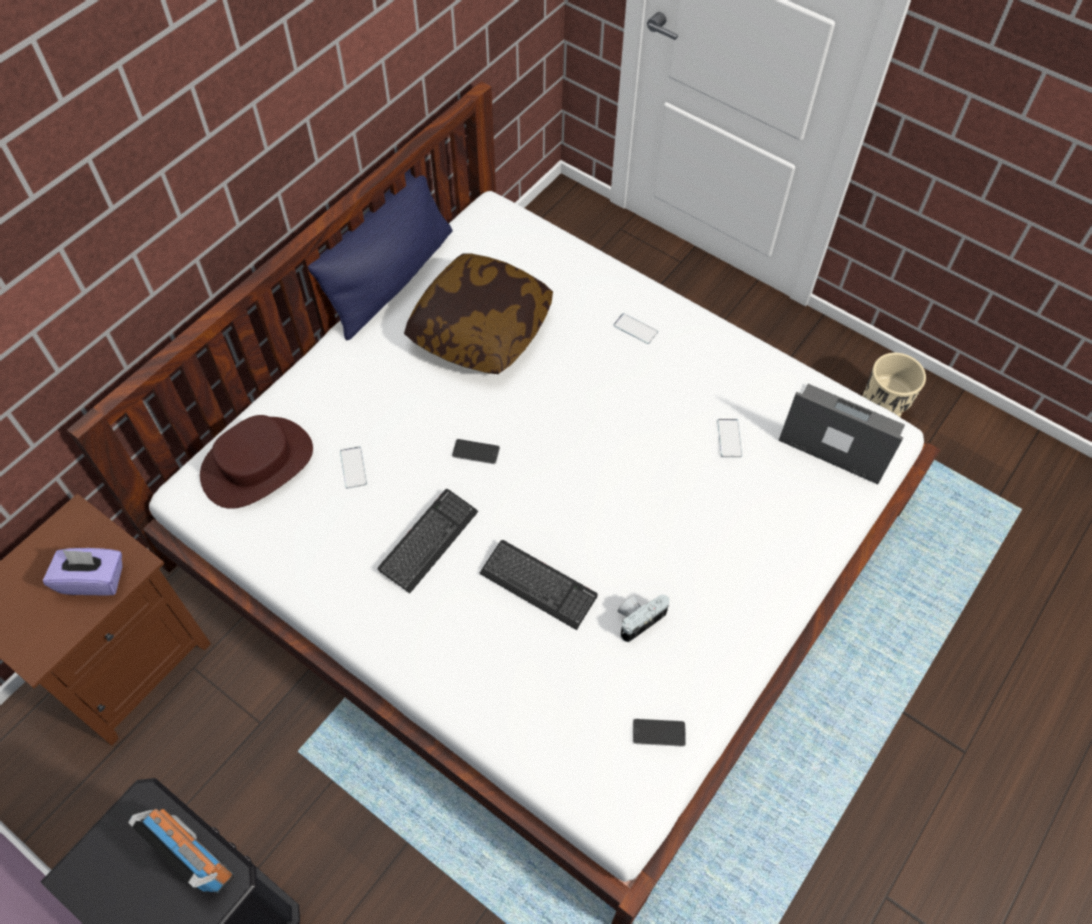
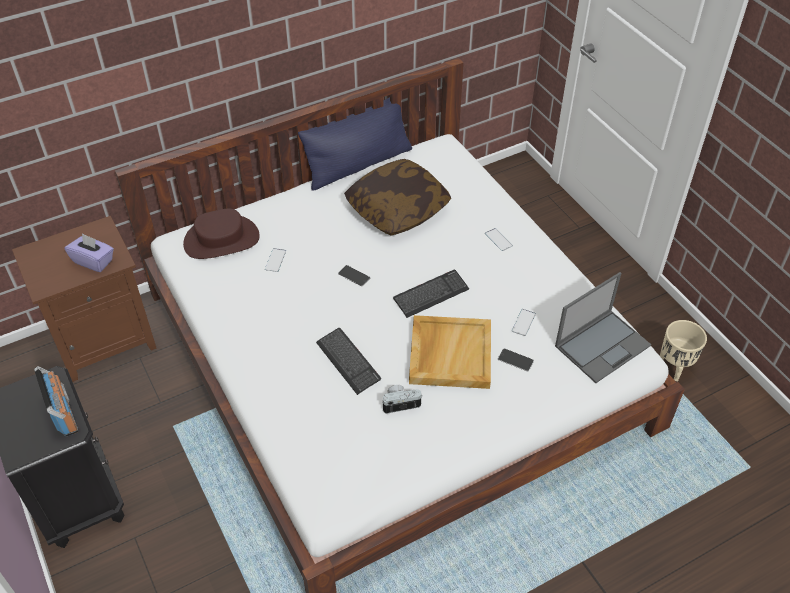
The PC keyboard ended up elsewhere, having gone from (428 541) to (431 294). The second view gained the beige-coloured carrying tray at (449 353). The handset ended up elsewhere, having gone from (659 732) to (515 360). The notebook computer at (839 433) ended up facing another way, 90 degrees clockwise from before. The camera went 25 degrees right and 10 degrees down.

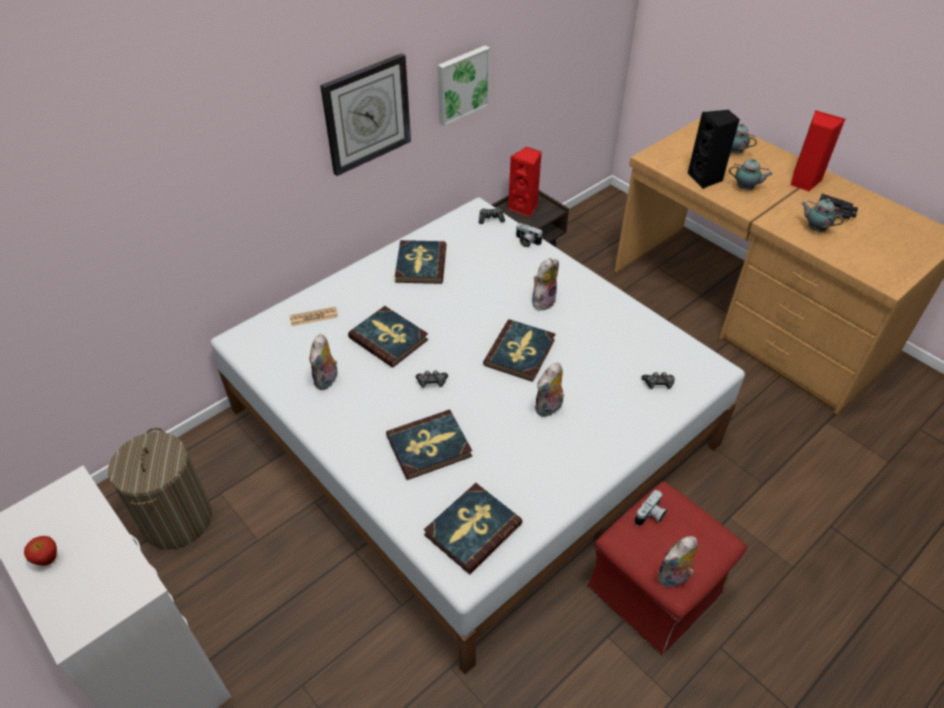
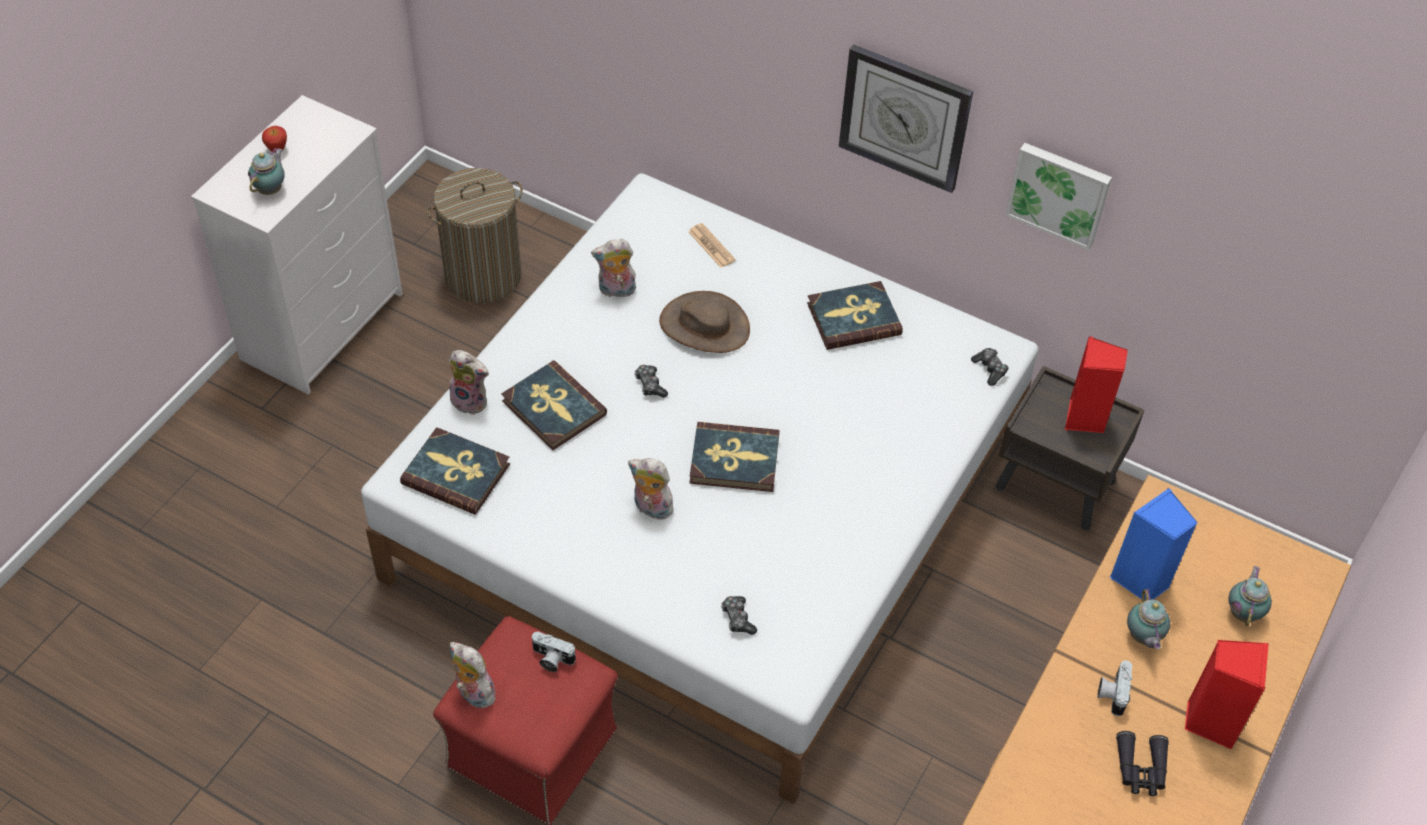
The teapot ended up elsewhere, having gone from (815 229) to (271 189). The soft toy ended up elsewhere, having gone from (543 300) to (471 400). Where the bound book stood at (389 338), the brown clothing hat came to stand at (704 326). The still camera ended up elsewhere, having gone from (526 241) to (1112 693). What was the black-coloured audio speaker at (706 179) turned into the blue-coloured audio speaker at (1141 580). The camera went 70 degrees right and 5 degrees up.

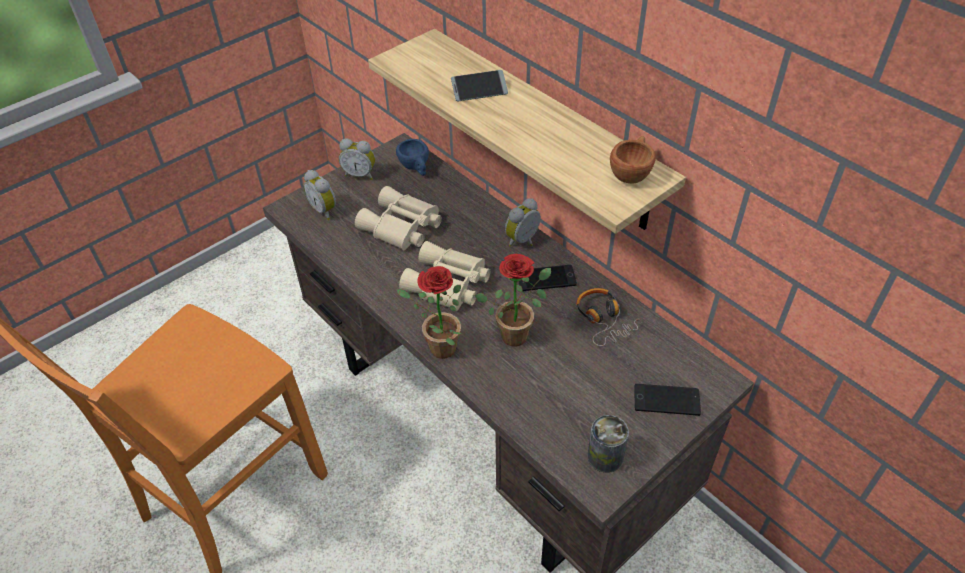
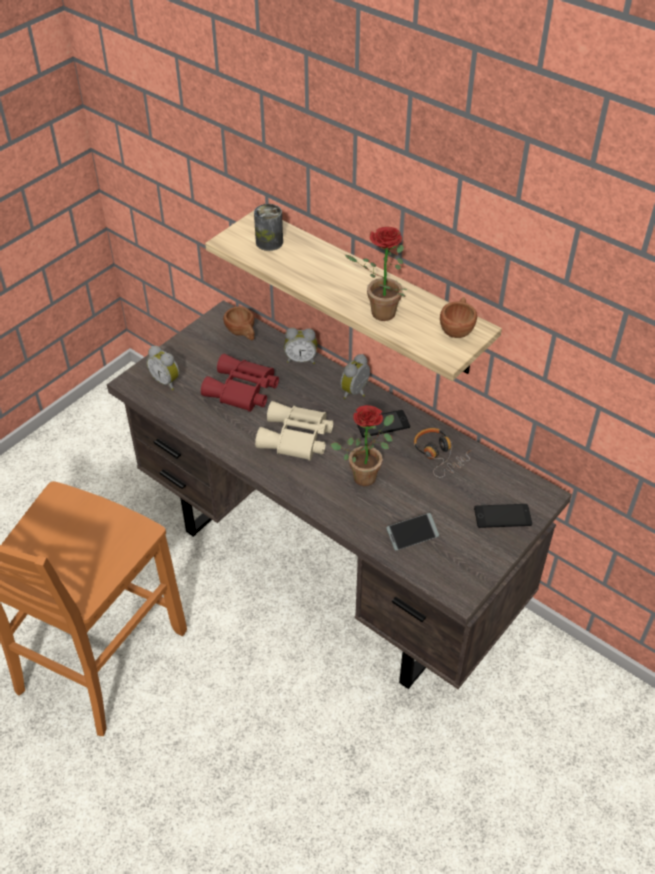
What was the beige-coloured pair of binoculars at (401 227) turned into the red pair of binoculars at (242 391). What was the blue-coloured small cup at (416 168) turned into the brown small cup at (242 333). The metal can ended up elsewhere, having gone from (605 456) to (269 242). The alarm clock ended up elsewhere, having gone from (360 174) to (301 359). The plant in a pot ended up elsewhere, having gone from (437 348) to (378 314). The handset ended up elsewhere, having gone from (479 91) to (412 535). The camera went 10 degrees left and 0 degrees up.

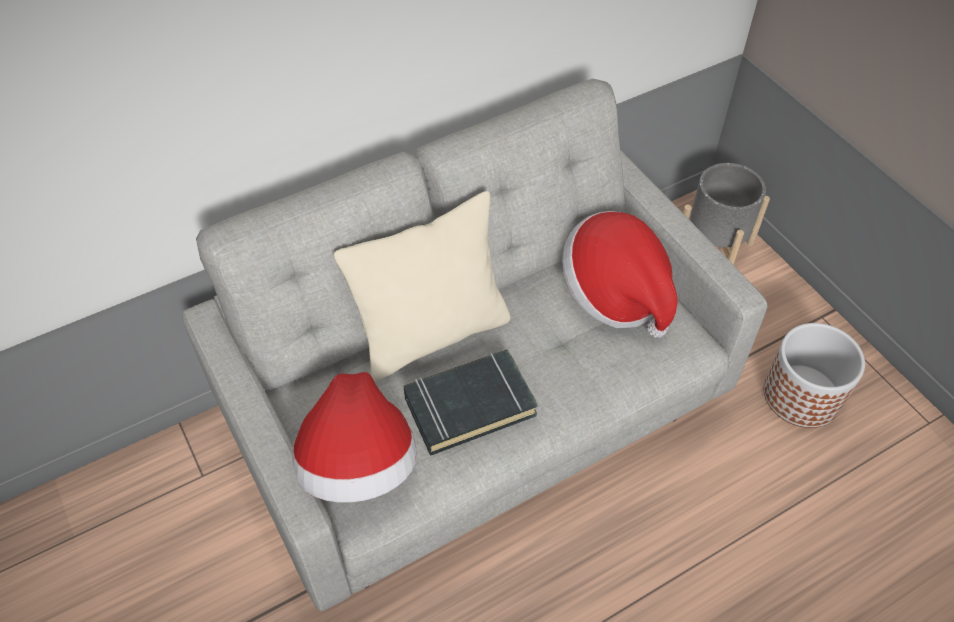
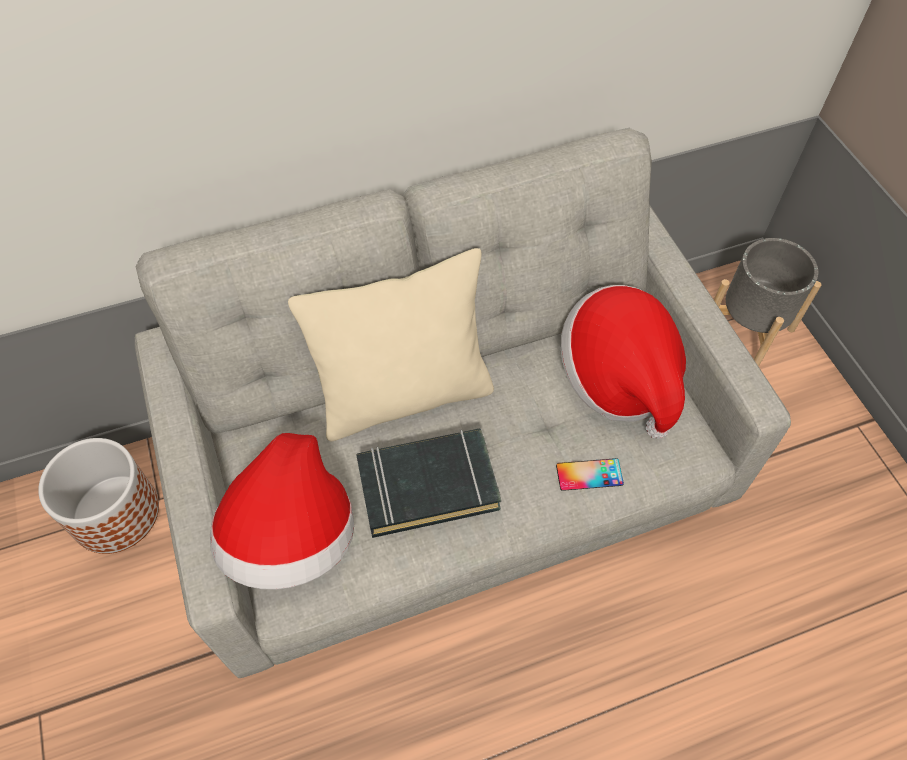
The flower pot ended up elsewhere, having gone from (802 396) to (115 514). The second view gained the handset at (589 474). The camera went 10 degrees right and 5 degrees up.

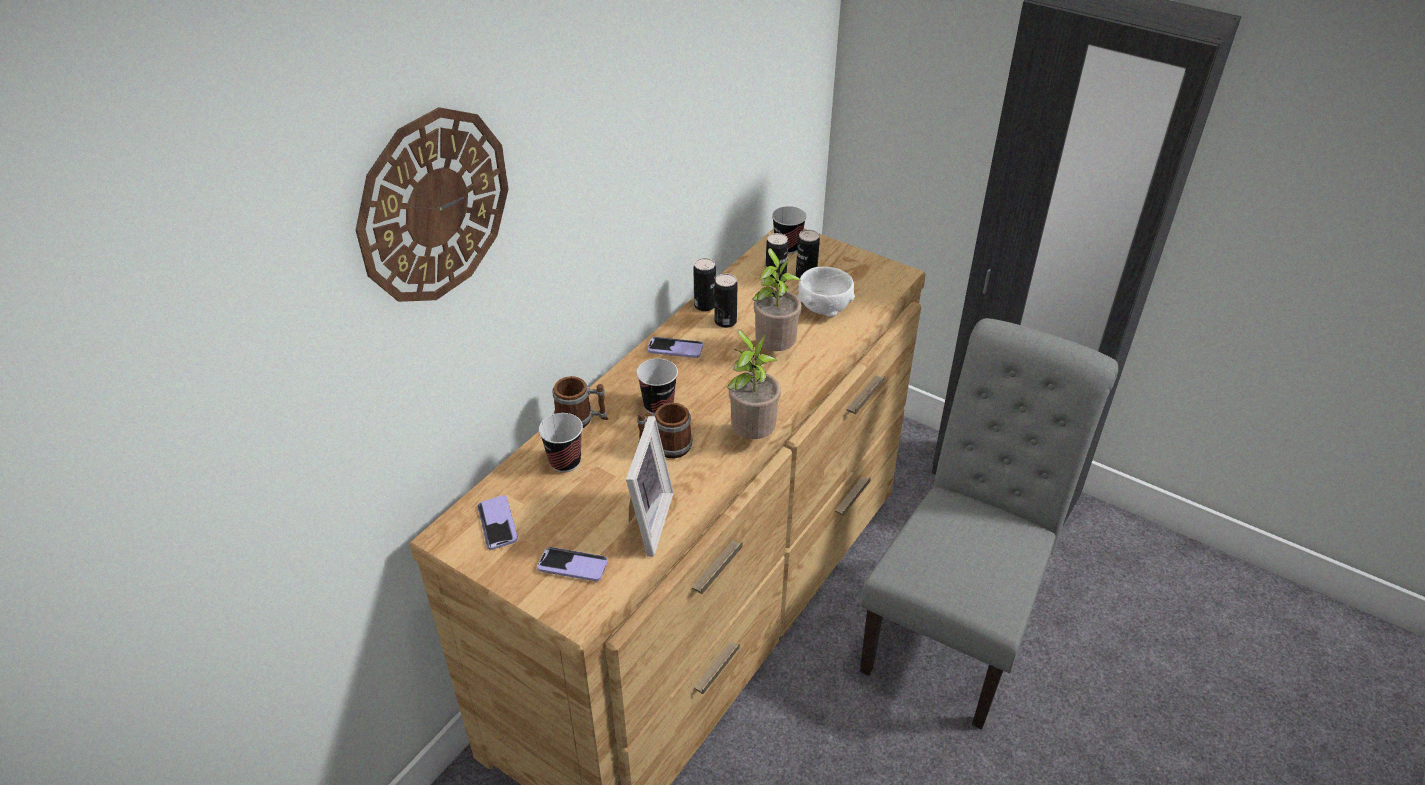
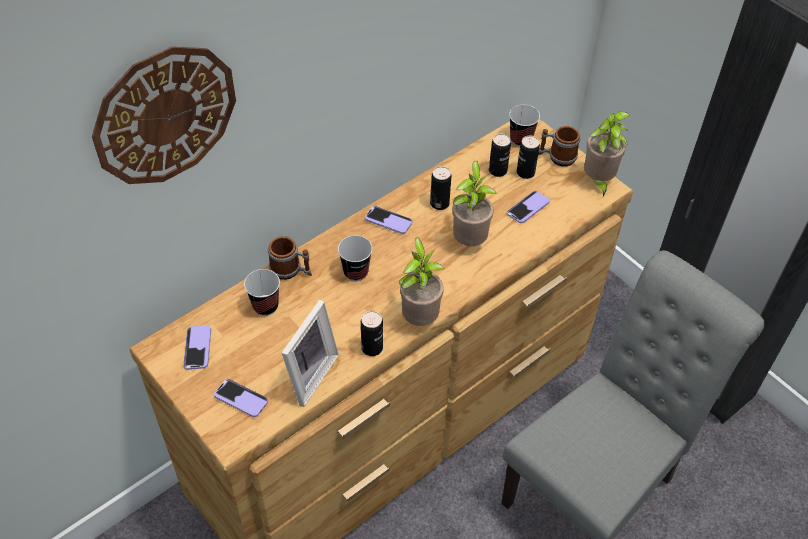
The metal can ended up elsewhere, having gone from (704 305) to (372 348). Where the white-coloured bowl stood at (823 308), the handset came to stand at (528 208). The mug ended up elsewhere, having gone from (665 447) to (557 157). The second view gained the plant in a pot at (598 181). The camera went 15 degrees right and 10 degrees up.

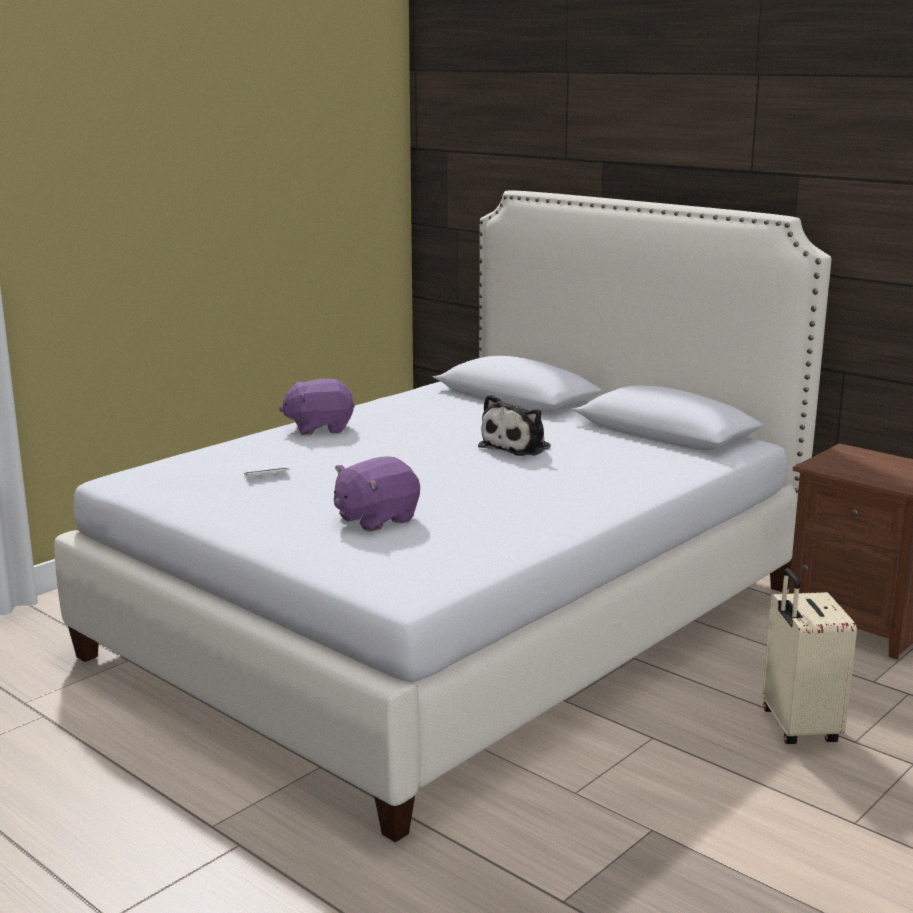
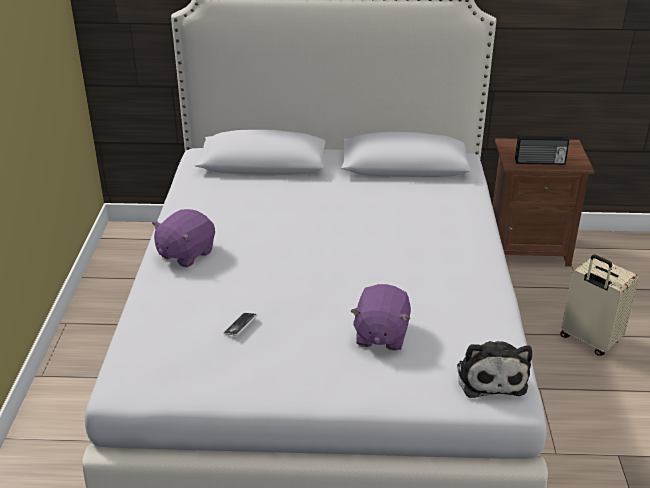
The soft toy ended up elsewhere, having gone from (518 447) to (490 376). The second view gained the radio set at (539 162). The camera went 40 degrees left and 15 degrees up.

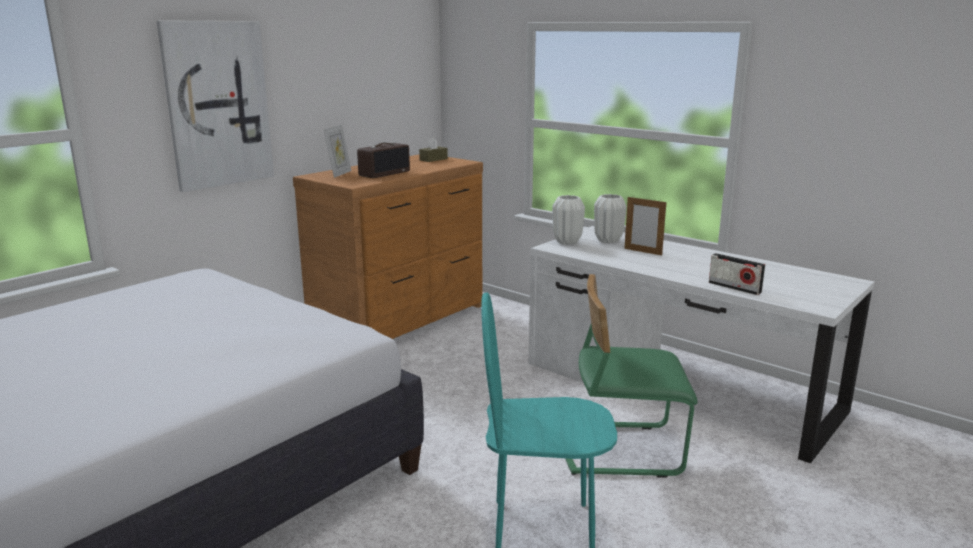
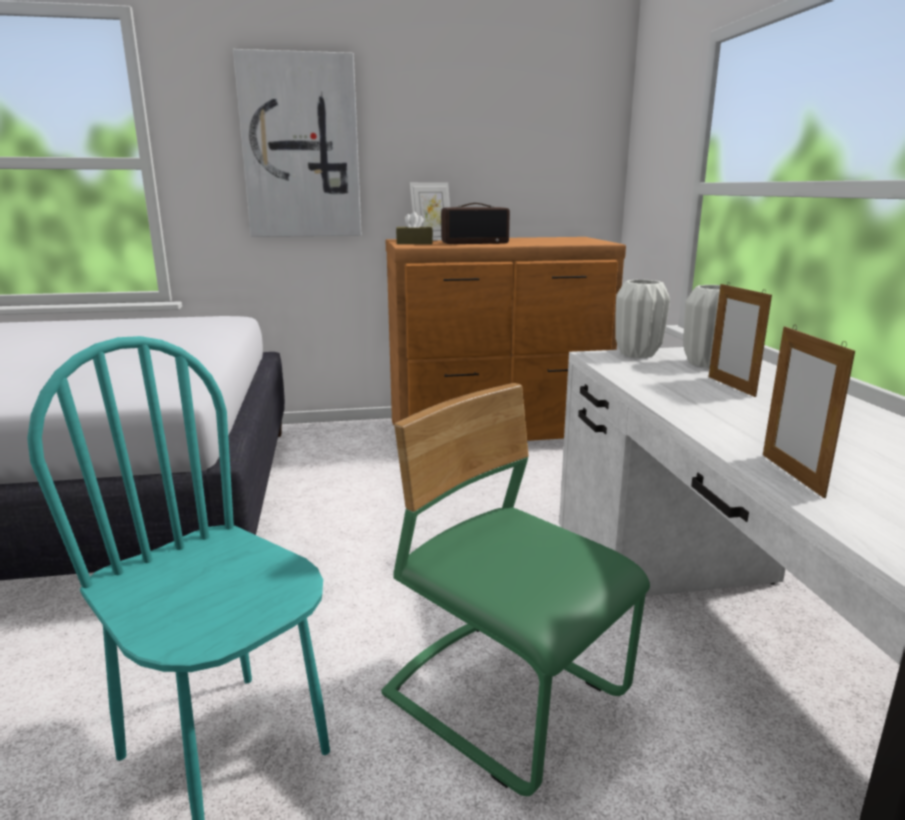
The brown tissue box ended up elsewhere, having gone from (433 159) to (414 243). Where the radio set stood at (734 287), the standing frame came to stand at (792 474). The camera went 40 degrees right and 0 degrees up.

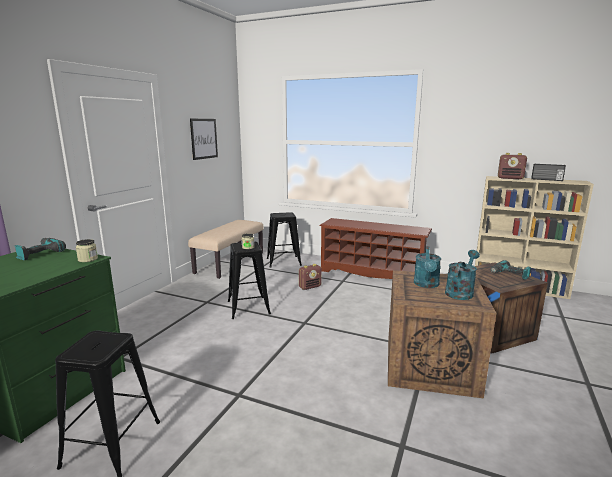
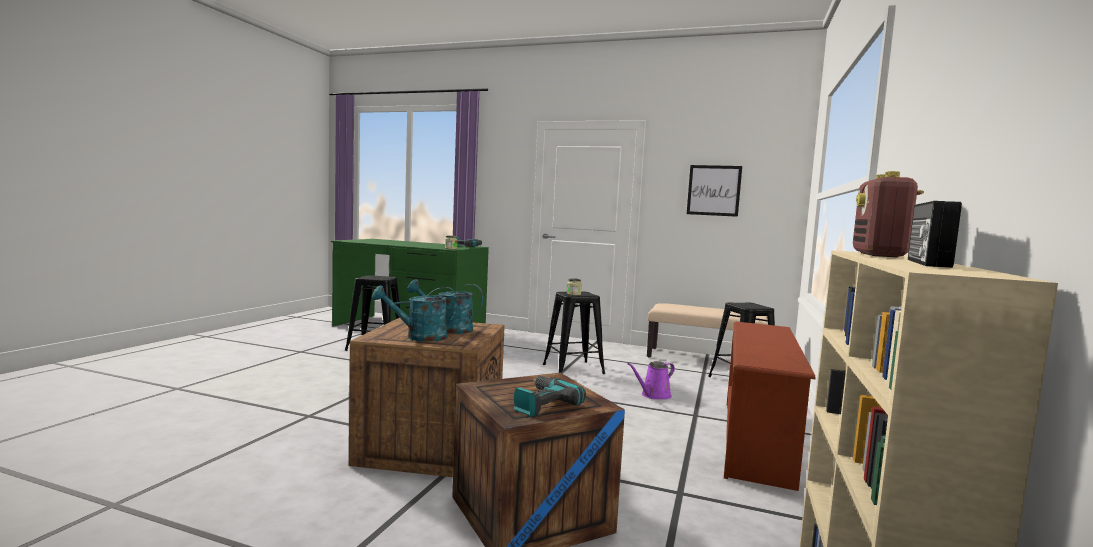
The turquoise-coloured watering pot at (460 292) ended up facing another way, 135 degrees clockwise from before. Where the radio set stood at (310 287), the purple-coloured watering pot came to stand at (653 395). The camera went 85 degrees right and 10 degrees down.

